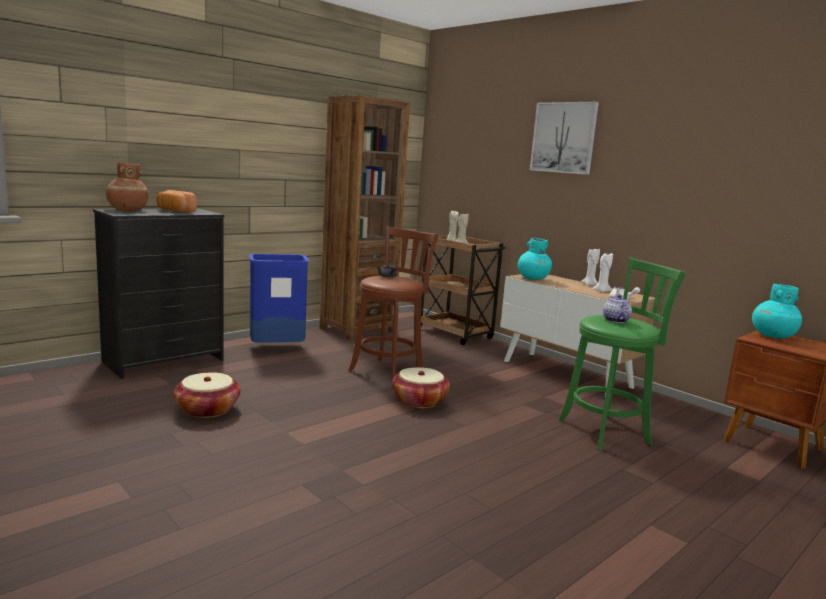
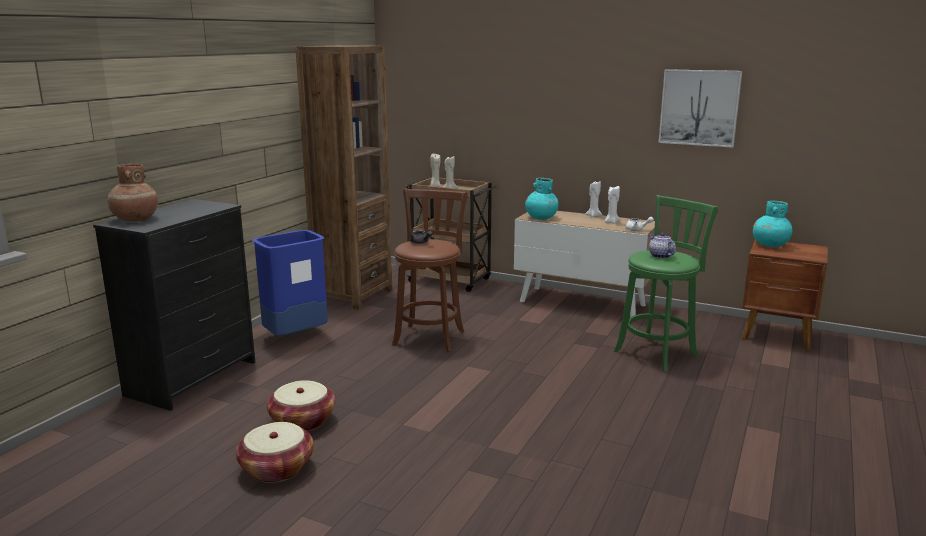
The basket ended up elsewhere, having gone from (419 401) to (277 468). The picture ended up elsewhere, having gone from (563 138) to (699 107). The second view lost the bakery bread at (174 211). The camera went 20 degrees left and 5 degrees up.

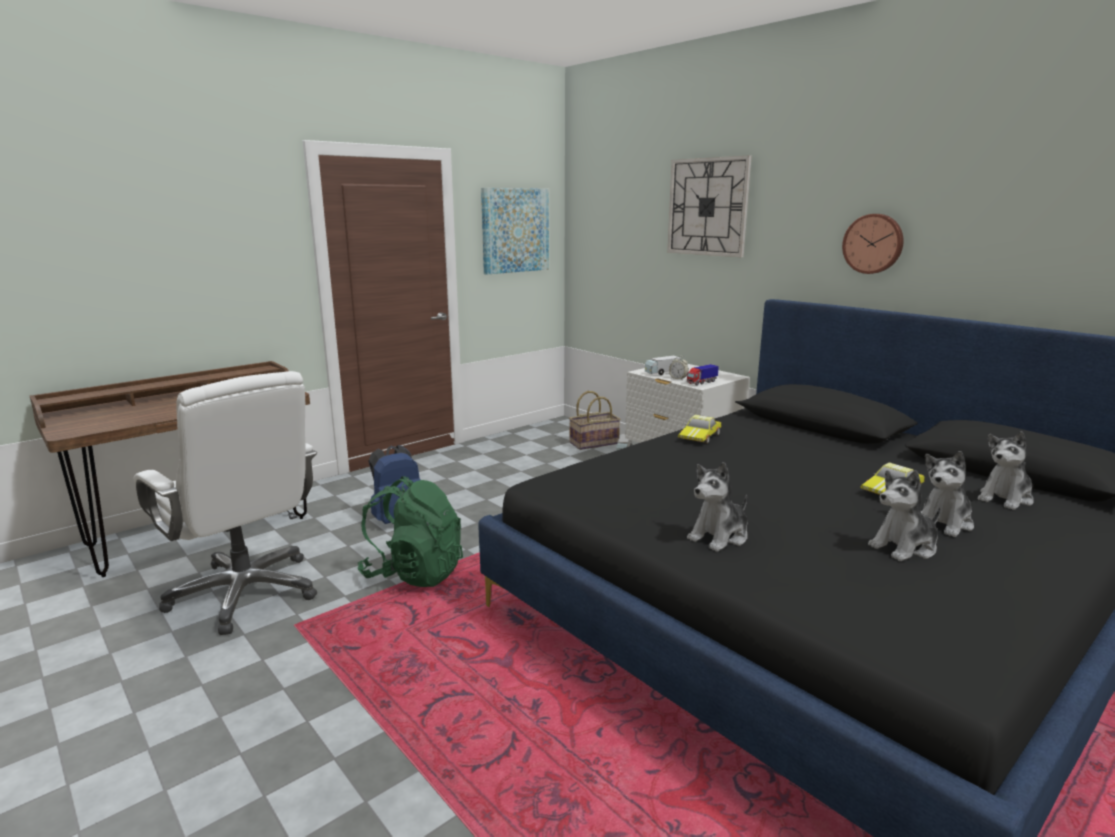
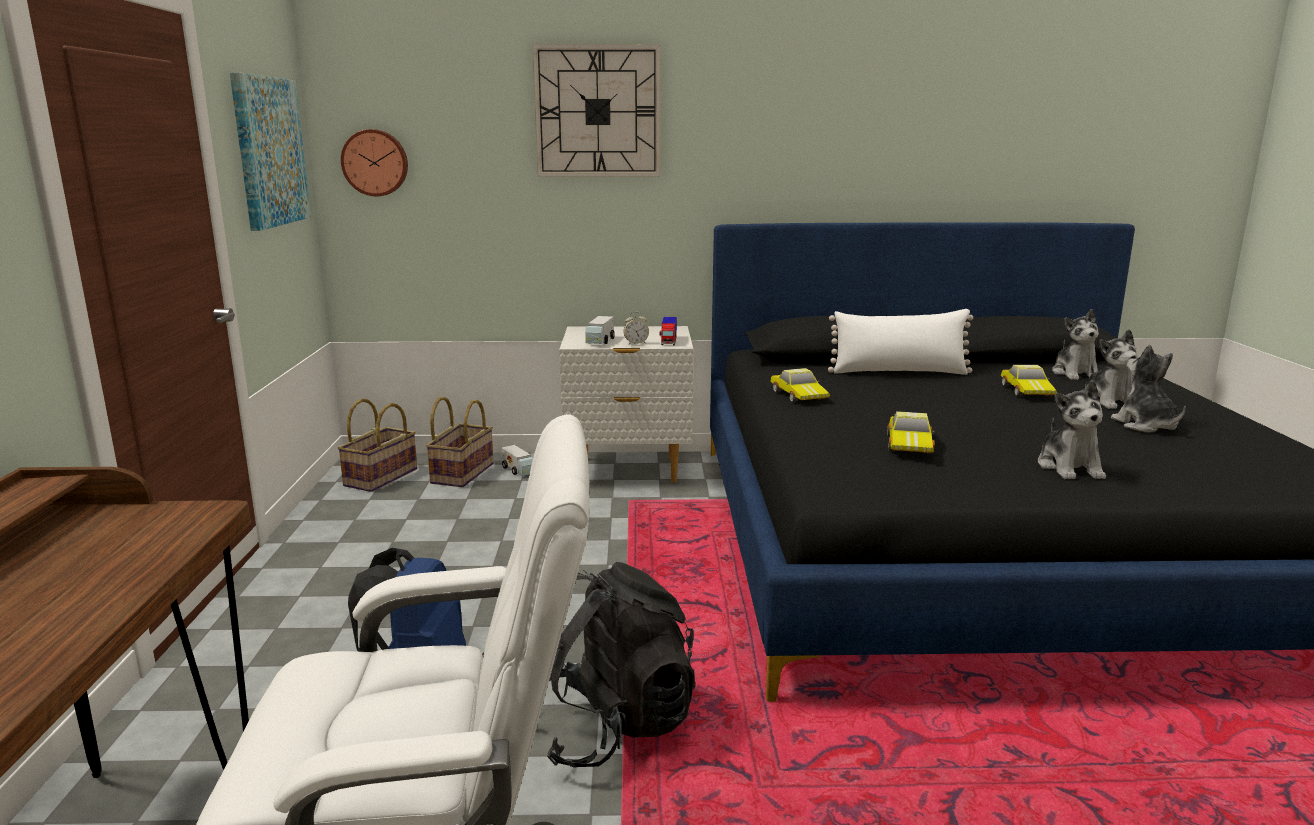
The second view gained the basket at (381 478). The hanging clock ended up elsewhere, having gone from (873 243) to (375 163). What was the green rucksack at (414 573) turned into the black-coloured rucksack at (609 726). The second view gained the white-coloured cushion at (899 372). The second view gained the toy car at (911 444). The soft toy at (904 547) ended up facing another way, 150 degrees clockwise from before. The camera went 50 degrees left and 0 degrees up.

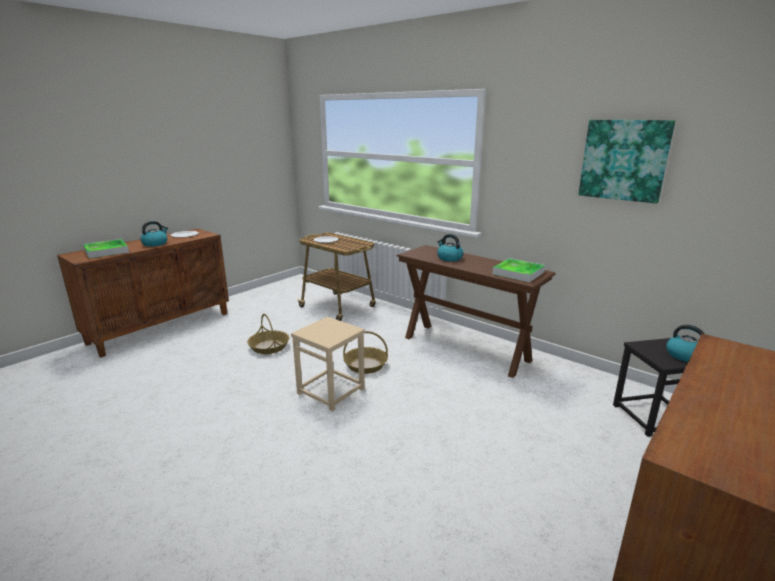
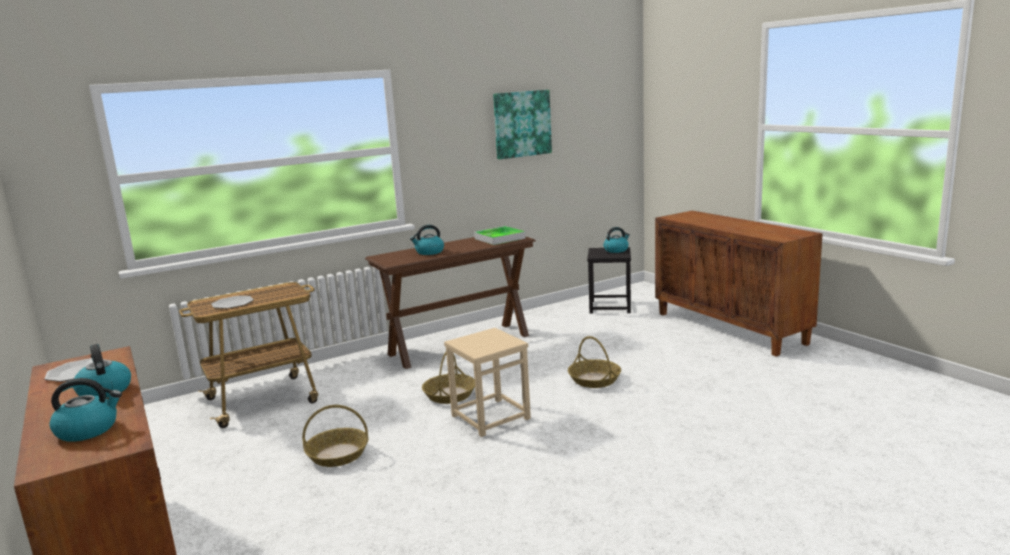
Where the carrying tray stood at (106 251), the water kettle came to stand at (88 430). The second view gained the basket at (594 380). The camera went 70 degrees left and 5 degrees down.

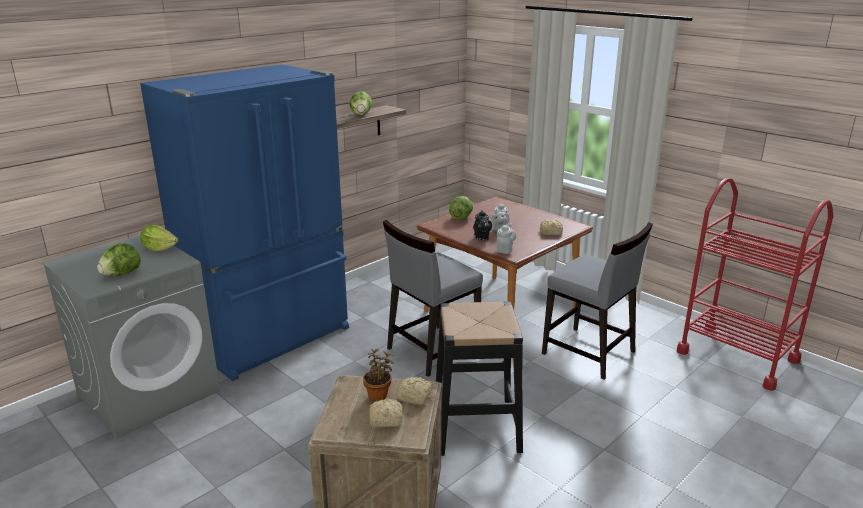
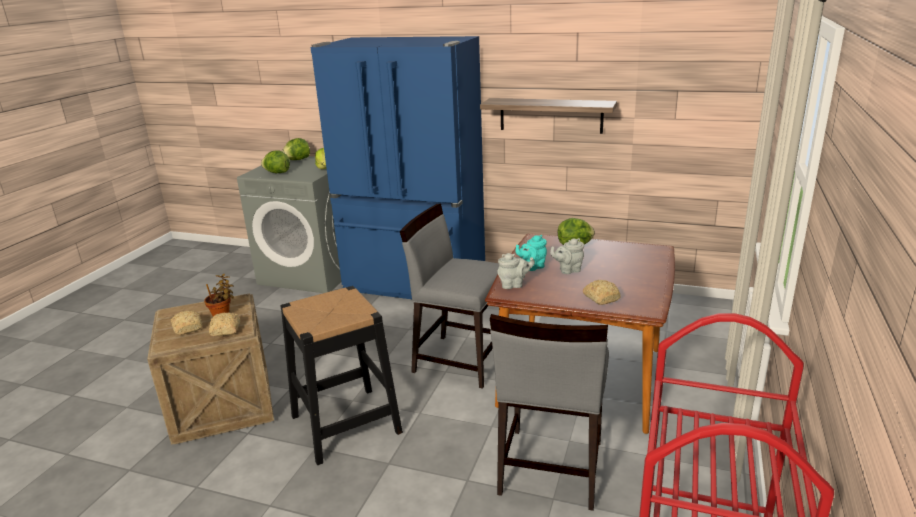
The lettuce ended up elsewhere, having gone from (361 115) to (297 160). What was the black-coloured teapot at (481 238) turned into the turquoise-coloured teapot at (532 267). The camera went 65 degrees right and 0 degrees up.

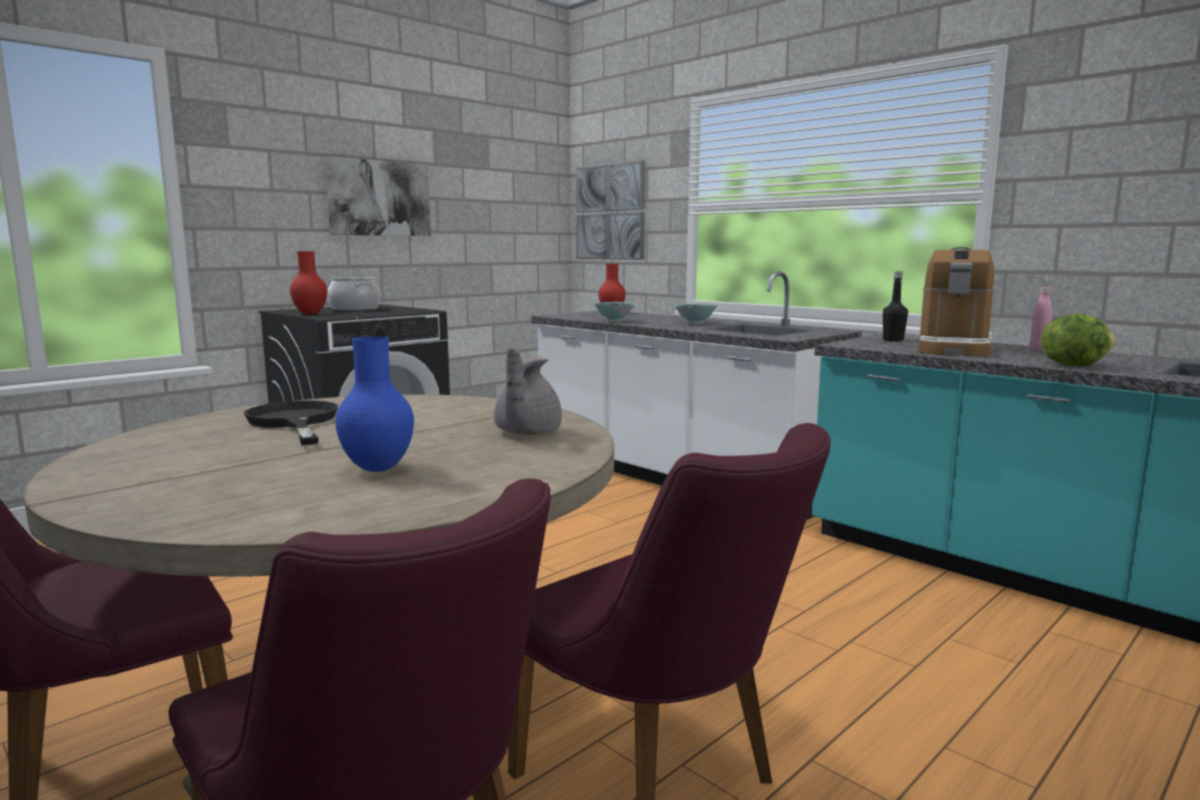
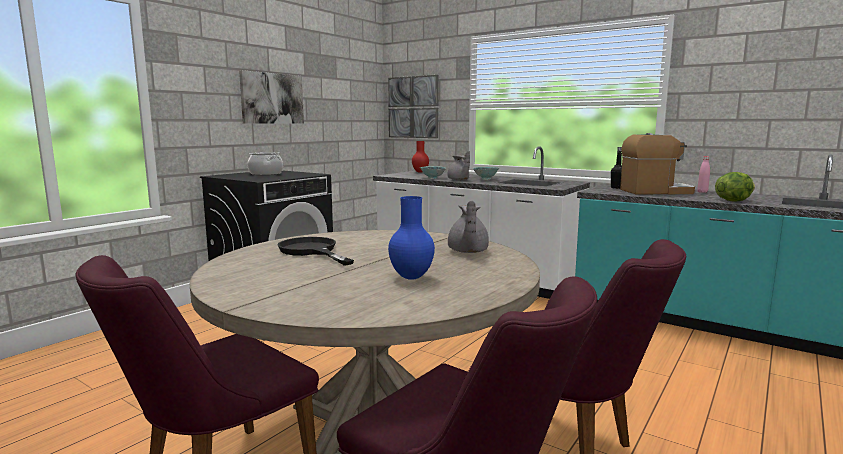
The second view gained the greyish teapot at (458 180). The coffee maker at (952 348) ended up facing another way, 105 degrees counterclockwise from before. The second view lost the red decorative vase at (311 314). The camera went 10 degrees left and 0 degrees up.

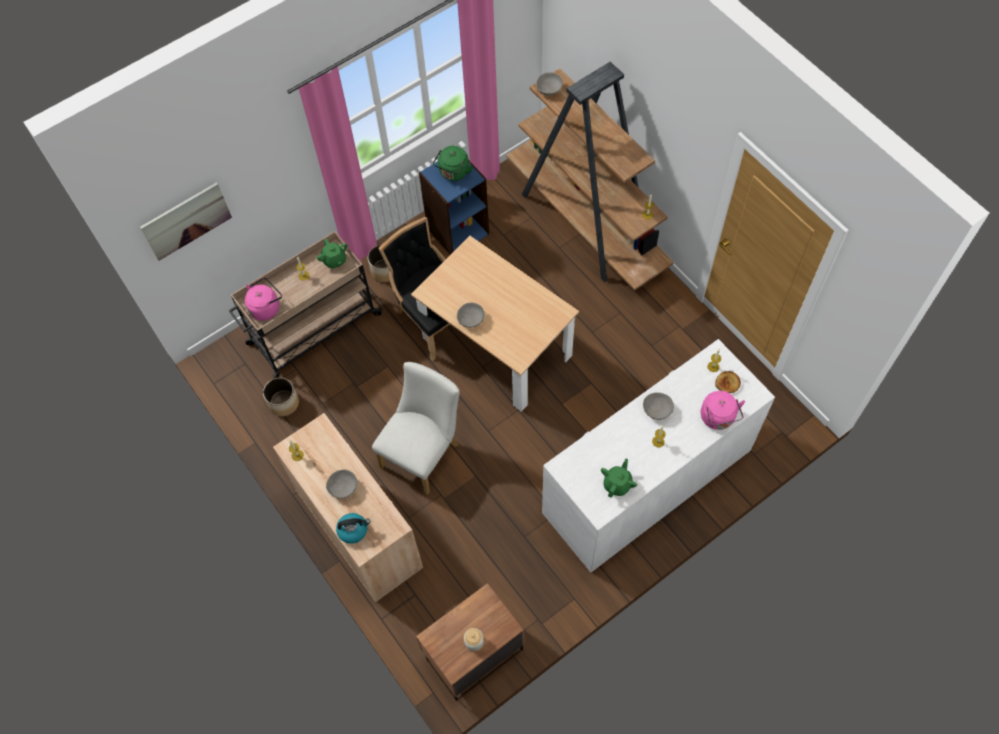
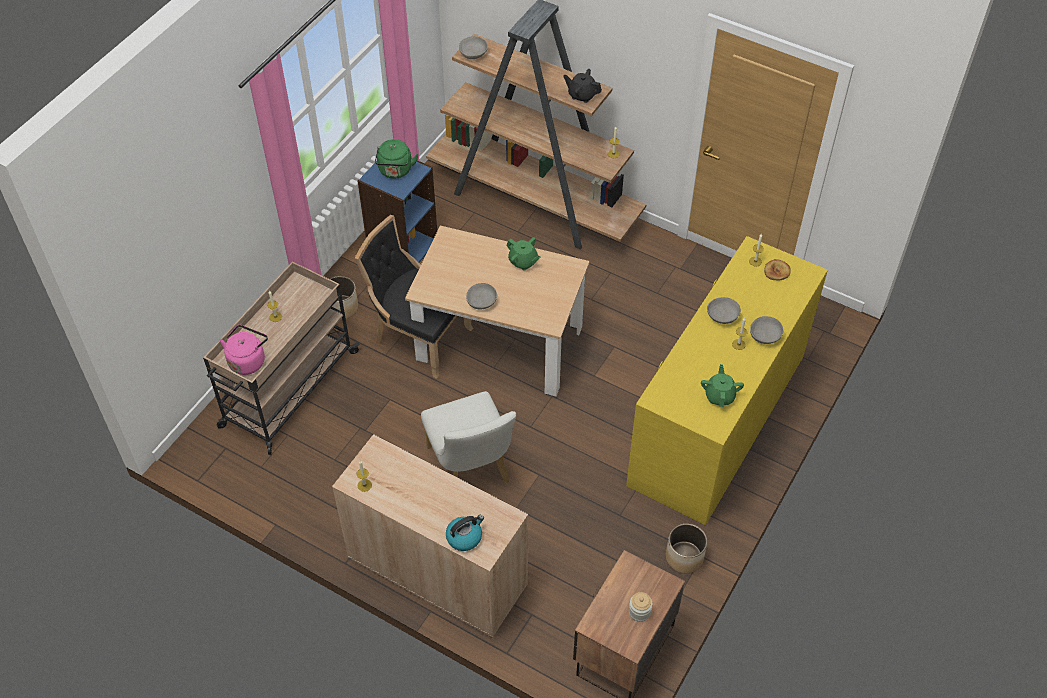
The white-coloured upright chair at (423 451) ended up facing another way, 150 degrees clockwise from before. The green teapot ended up elsewhere, having gone from (334 260) to (523 262). The second view gained the black-coloured teapot at (582 95). What was the white-coloured chest of drawers at (647 481) turned into the yellowish chest of drawers at (717 419). The flower pot ended up elsewhere, having gone from (284 403) to (684 557). The greyish bowl ended up elsewhere, having gone from (343 488) to (765 336). The second view lost the picture at (186 221). The second view lost the pink-coloured water kettle at (718 418). The camera went 25 degrees left and 10 degrees down.

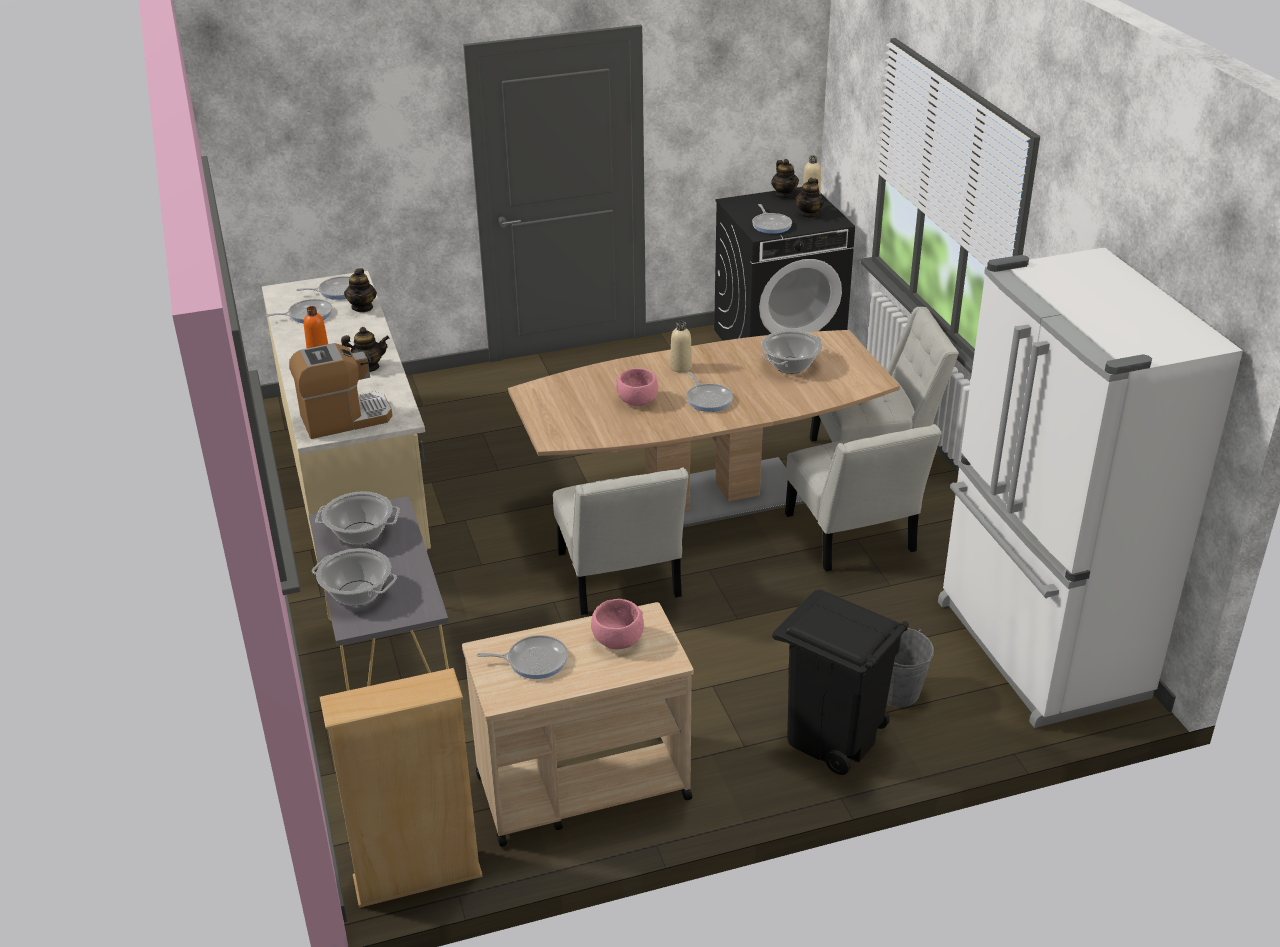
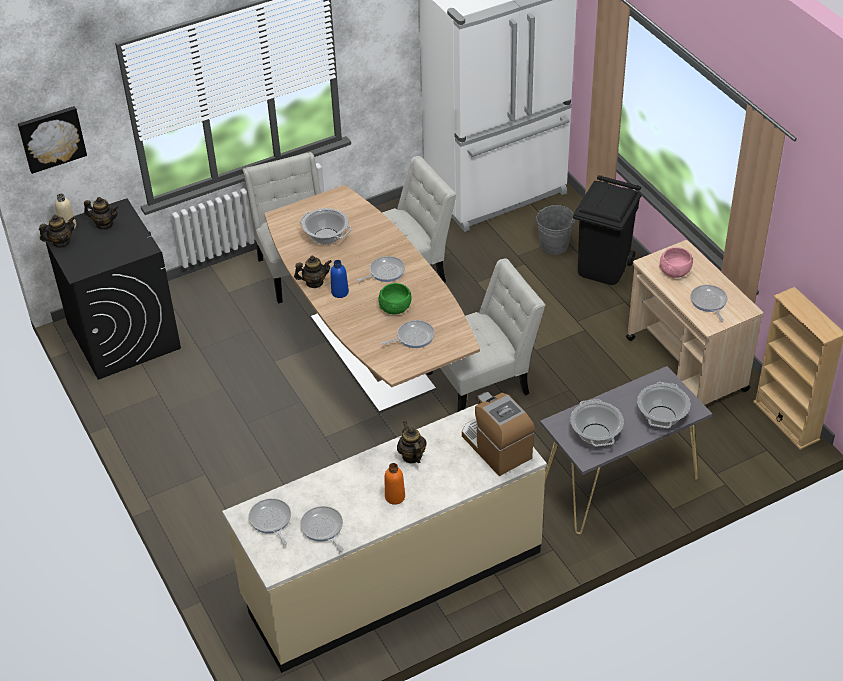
The second view gained the picture at (51 138). The teapot ended up elsewhere, having gone from (362 307) to (314 282). What was the beige-coloured drink bottle at (681 367) turned into the blue-coloured drink bottle at (340 292). What was the pink-coloured bowl at (637 401) turned into the green bowl at (395 308). The pan ended up elsewhere, having gone from (771 225) to (413 337). The camera went 100 degrees left and 10 degrees up.

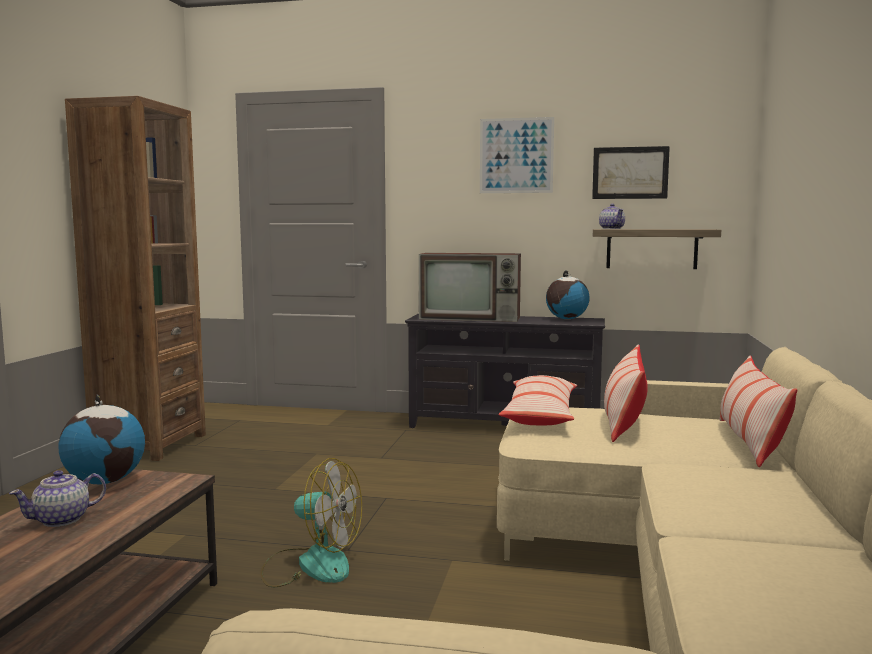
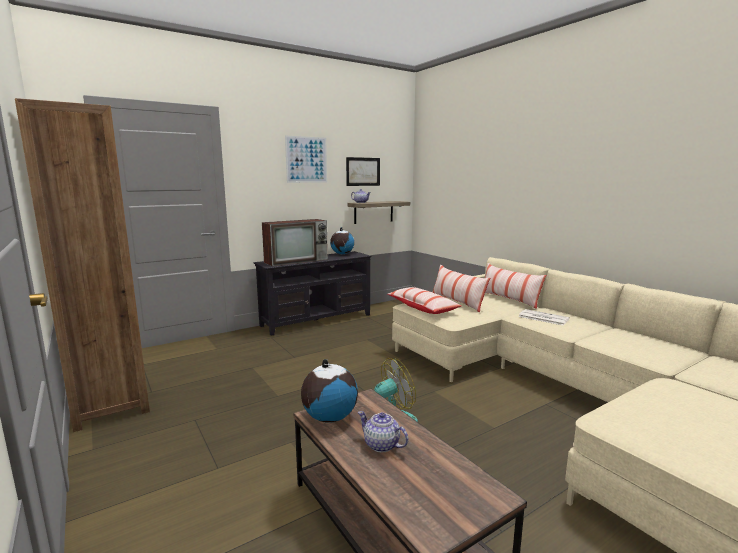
The teapot at (62 520) ended up facing another way, 120 degrees clockwise from before. The second view gained the daily paper at (542 318). The camera went 45 degrees left and 5 degrees up.

